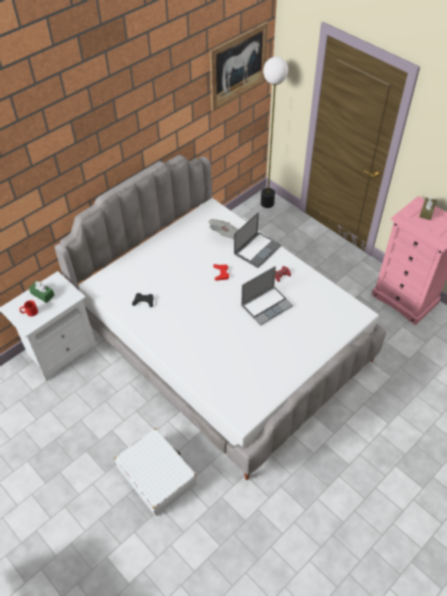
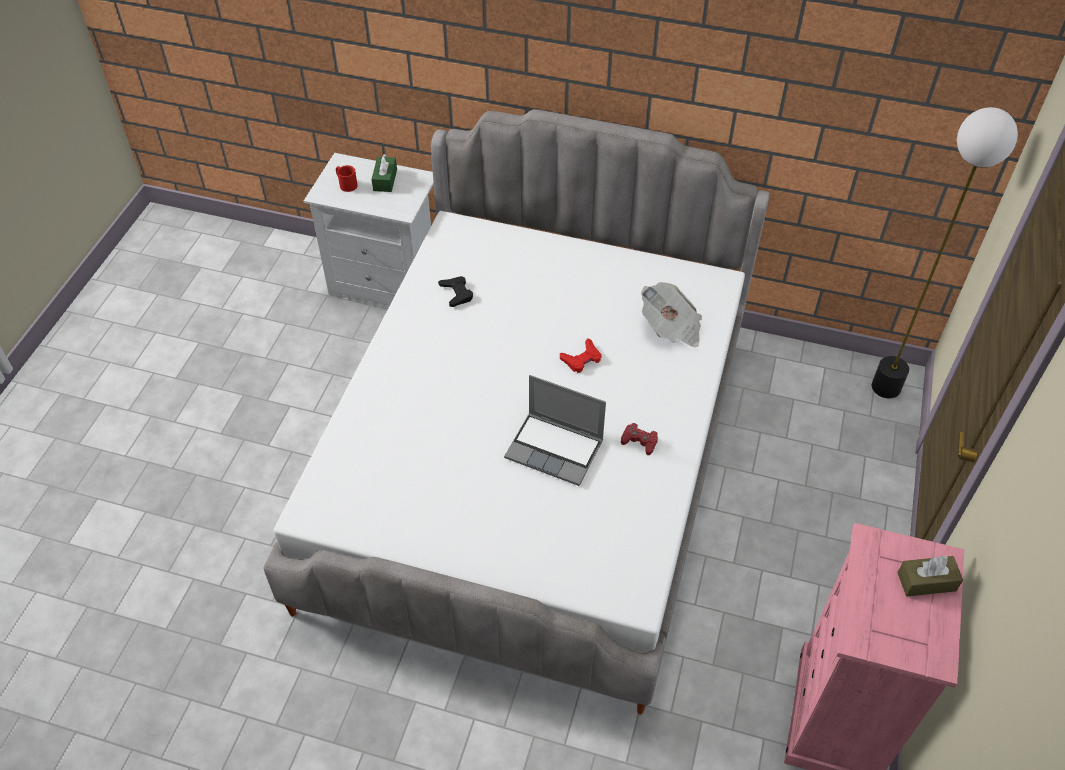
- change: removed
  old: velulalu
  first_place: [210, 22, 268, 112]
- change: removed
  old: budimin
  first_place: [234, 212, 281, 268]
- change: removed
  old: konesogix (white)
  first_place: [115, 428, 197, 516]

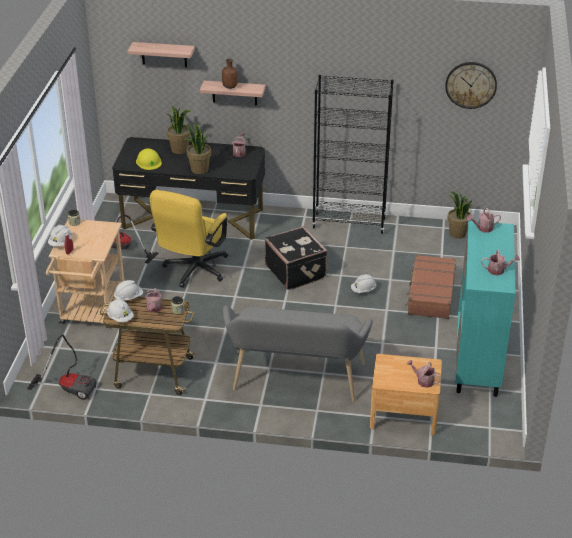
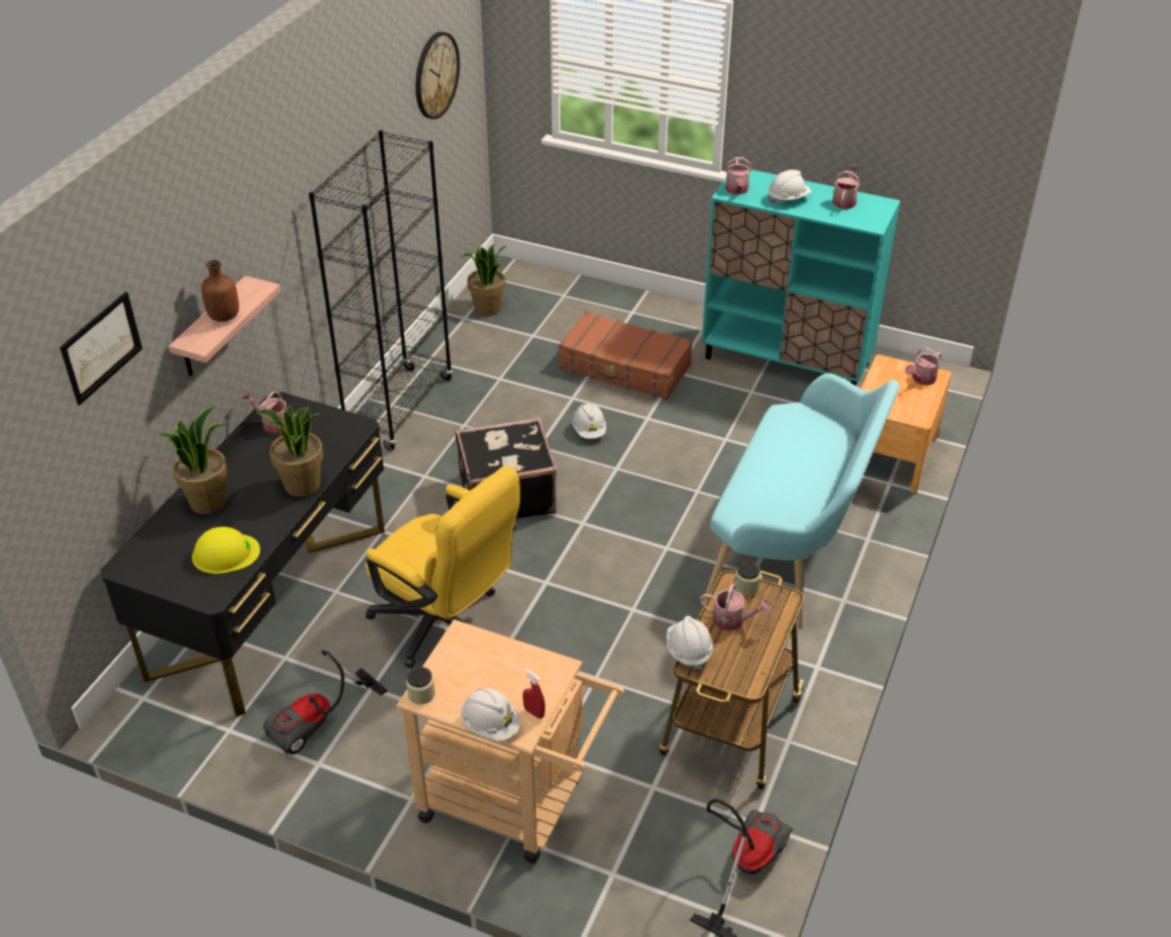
- change: replaced
  old: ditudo
  new: velulalu
  first_place: [128, 42, 195, 67]
  second_place: [60, 292, 142, 405]
- change: moved
  old: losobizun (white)
  first_place: [107, 299, 134, 323]
  second_place: [768, 170, 811, 204]
- change: recoloured
  old: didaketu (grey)
  new: didaketu (turquoise)
  first_place: [223, 305, 373, 402]
  second_place: [703, 373, 899, 627]

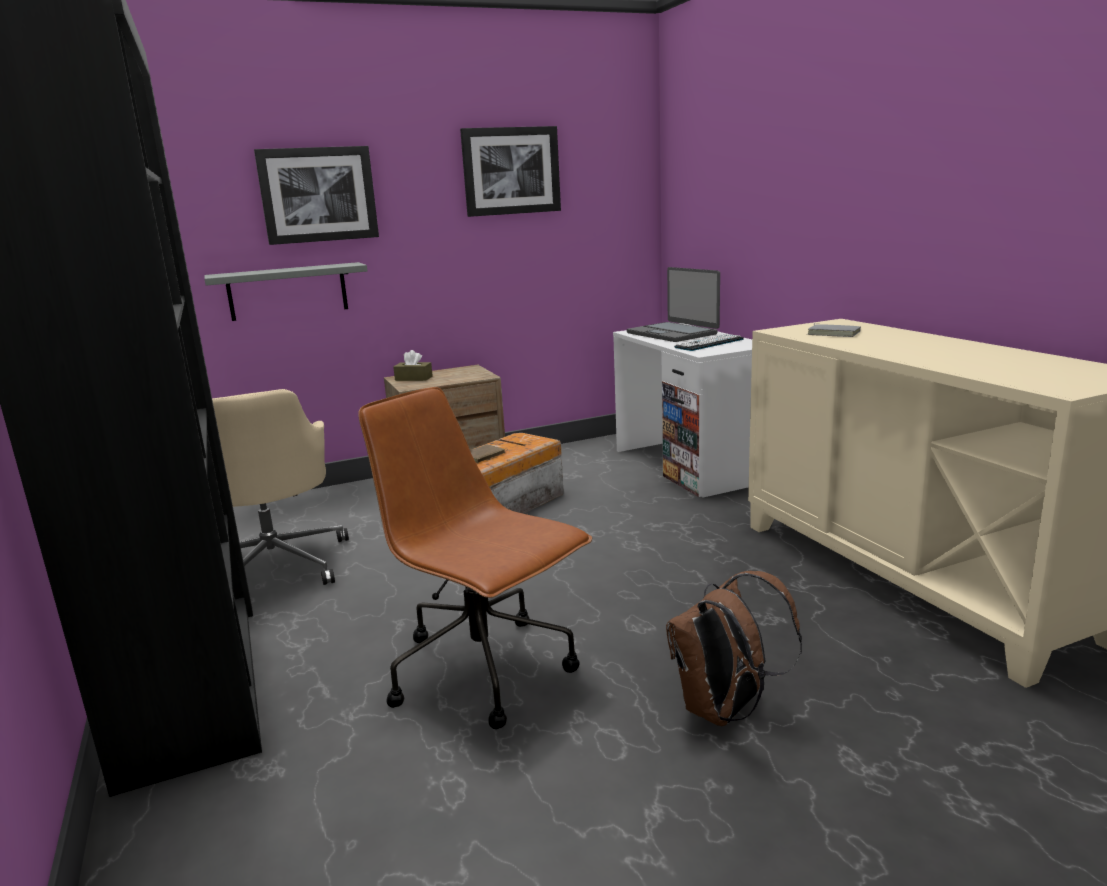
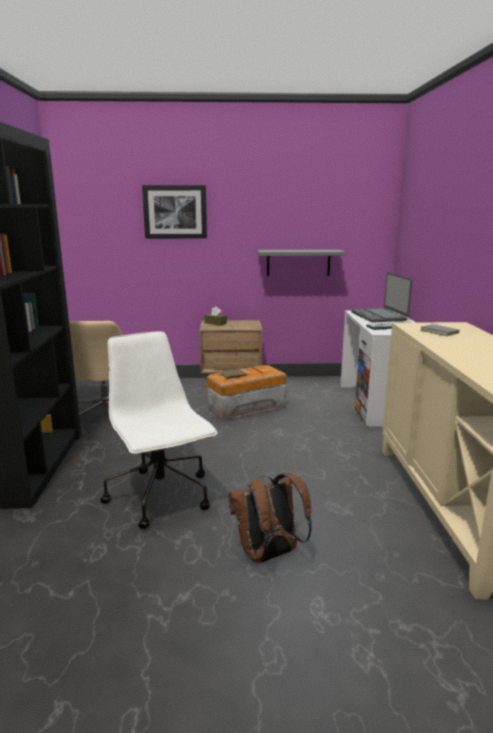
- change: removed
  old: velulalu
  first_place: [460, 126, 561, 217]
- change: moved
  old: ditudo (grey)
  first_place: [204, 262, 367, 321]
  second_place: [257, 250, 346, 276]
- change: recoloured
  old: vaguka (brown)
  new: vaguka (white)
  first_place: [358, 387, 592, 729]
  second_place: [100, 332, 218, 529]

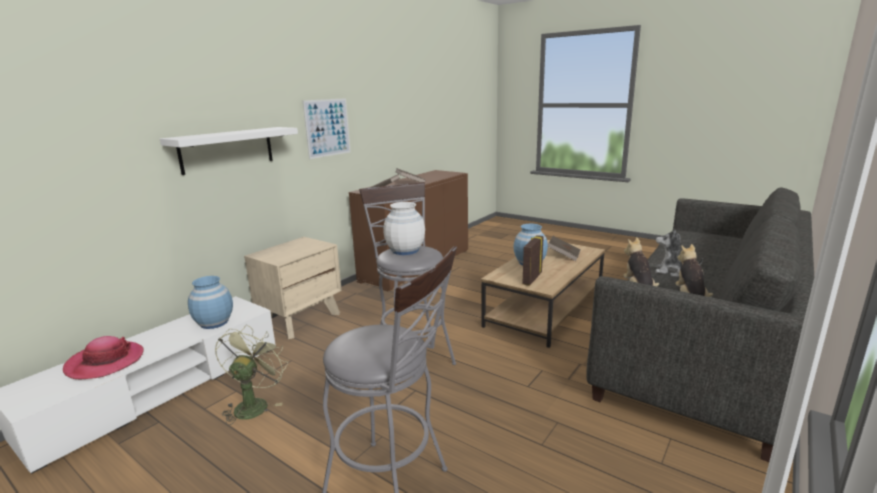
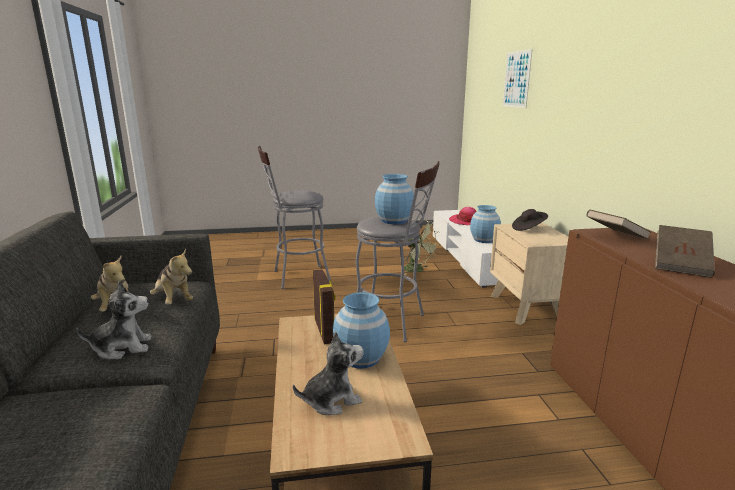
- change: moved
  old: velulalu
  first_place: [303, 98, 351, 159]
  second_place: [503, 49, 533, 108]
- change: removed
  old: ditudo (white)
  first_place: [160, 127, 298, 175]
- change: recoloured
  old: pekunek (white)
  new: pekunek (blue)
  first_place: [383, 202, 425, 255]
  second_place: [375, 174, 414, 224]
- change: replaced
  old: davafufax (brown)
  new: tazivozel
  first_place: [548, 236, 580, 261]
  second_place: [293, 331, 364, 415]
- change: added
  new: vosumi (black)
  second_place: [512, 209, 548, 231]

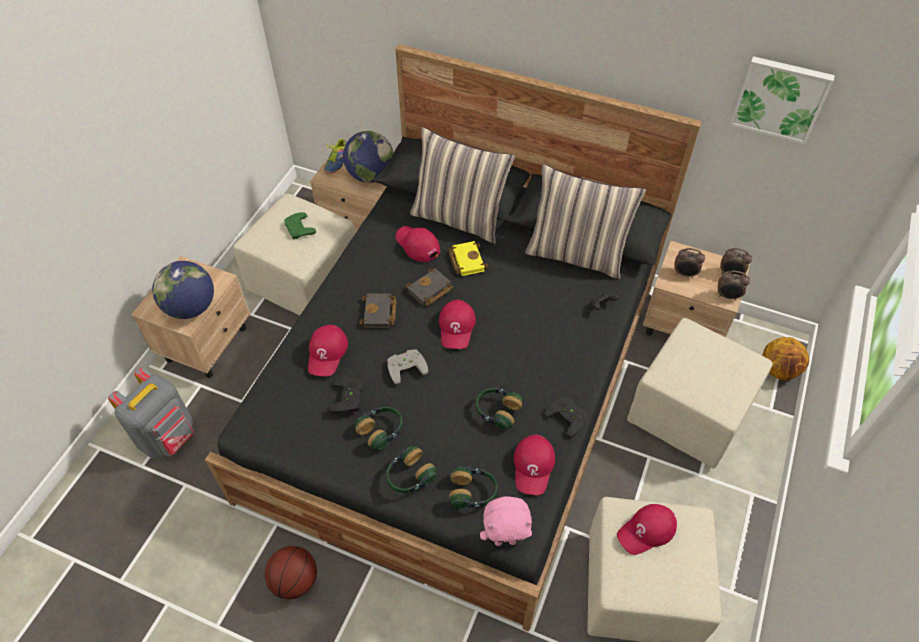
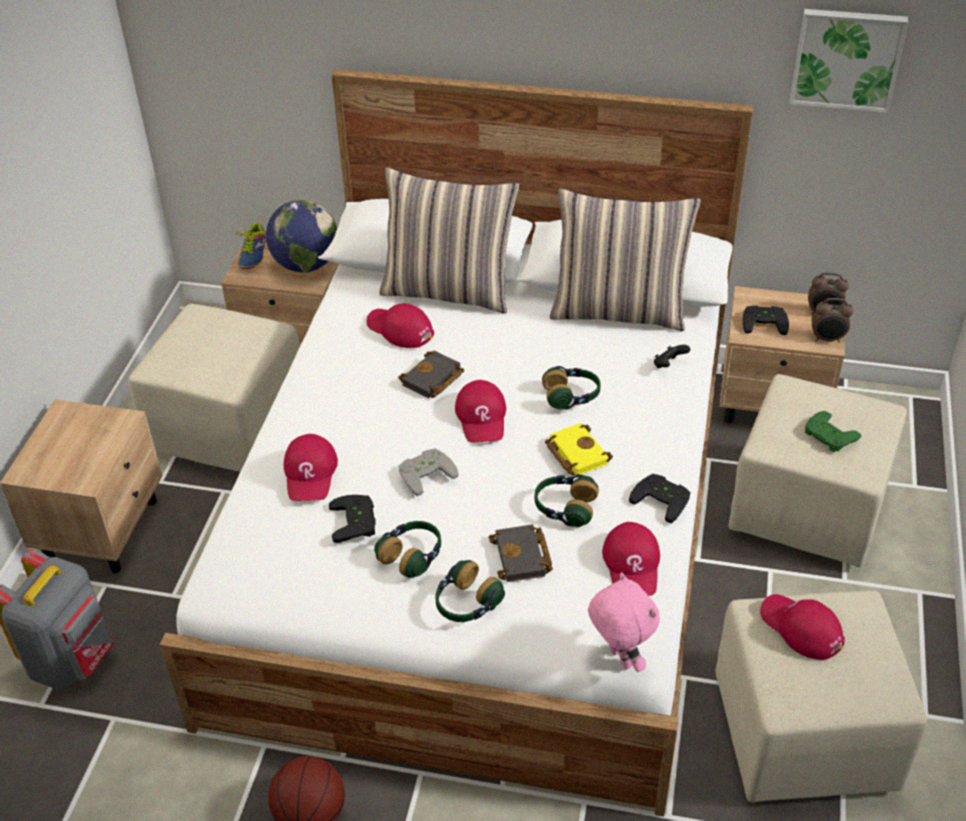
- change: recoloured
  old: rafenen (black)
  new: rafenen (white)
  first_place: [205, 44, 702, 632]
  second_place: [160, 69, 753, 817]
- change: moved
  old: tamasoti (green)
  first_place: [284, 212, 316, 239]
  second_place: [805, 411, 861, 452]
- change: moved
  old: davafufax (yellow)
  first_place: [448, 241, 488, 276]
  second_place: [545, 423, 613, 476]
- change: replaced
  old: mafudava
  new: tamasoti (black)
  first_place: [674, 248, 705, 278]
  second_place: [743, 305, 789, 335]
- change: removed
  old: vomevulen
  first_place: [152, 261, 214, 319]
- change: moved
  old: davafufax (black)
  first_place: [359, 293, 397, 328]
  second_place: [489, 525, 553, 582]
- change: removed
  old: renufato
  first_place: [762, 337, 809, 380]
- change: moved
  old: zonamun
  first_place: [449, 466, 498, 509]
  second_place: [542, 366, 601, 410]
- change: turned
  old: tazivozel (pink)
  first_place: [480, 496, 532, 546]
  second_place: [588, 572, 660, 672]
  degrees: -105
- change: turned
  old: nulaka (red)
  first_place: [617, 504, 677, 555]
  second_place: [760, 594, 845, 660]
  degrees: 90

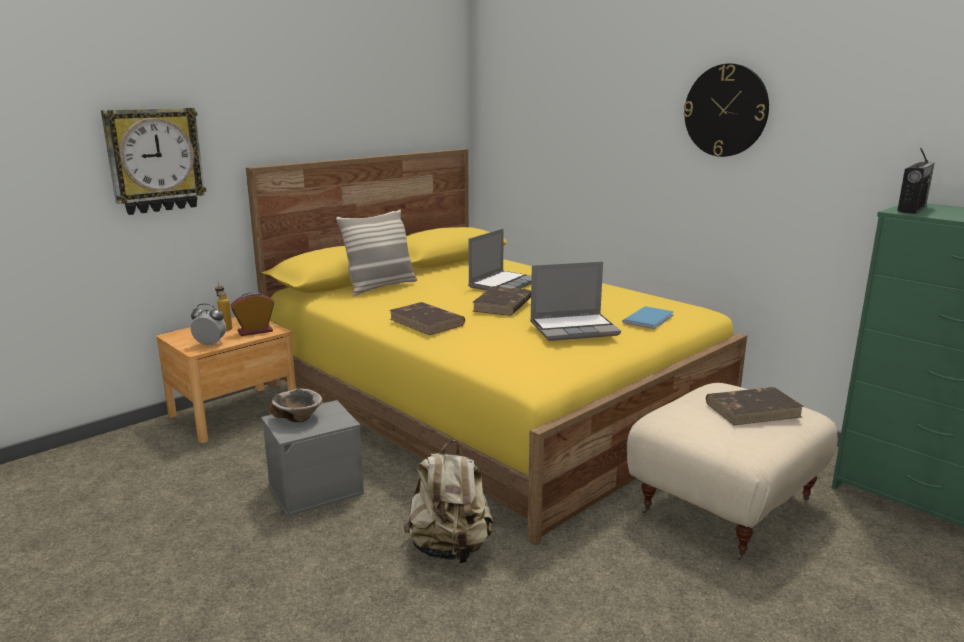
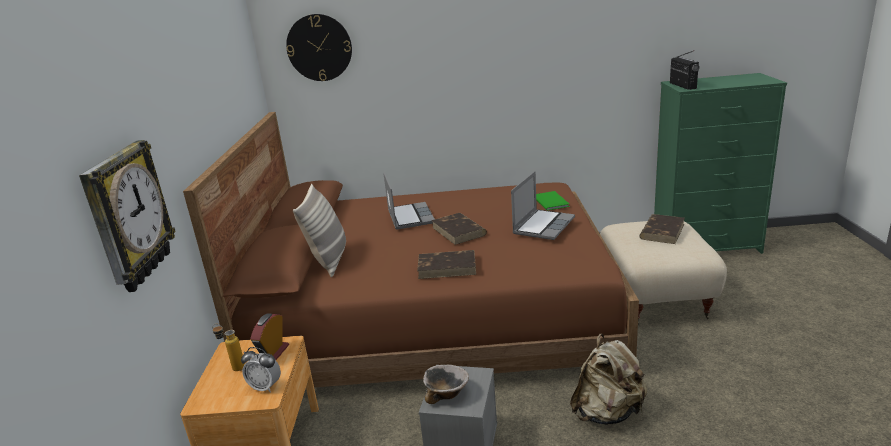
- change: moved
  old: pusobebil
  first_place: [683, 63, 769, 157]
  second_place: [286, 14, 352, 81]
- change: recoloured
  old: rafenen (yellow)
  new: rafenen (brown)
  first_place: [246, 149, 747, 546]
  second_place: [183, 112, 639, 388]
- change: turned
  old: mafudava
  first_place: [191, 304, 226, 346]
  second_place: [241, 347, 281, 393]
  degrees: -120
- change: recoloured
  old: davafufax (blue)
  new: davafufax (green)
  first_place: [622, 306, 674, 329]
  second_place: [536, 191, 569, 211]

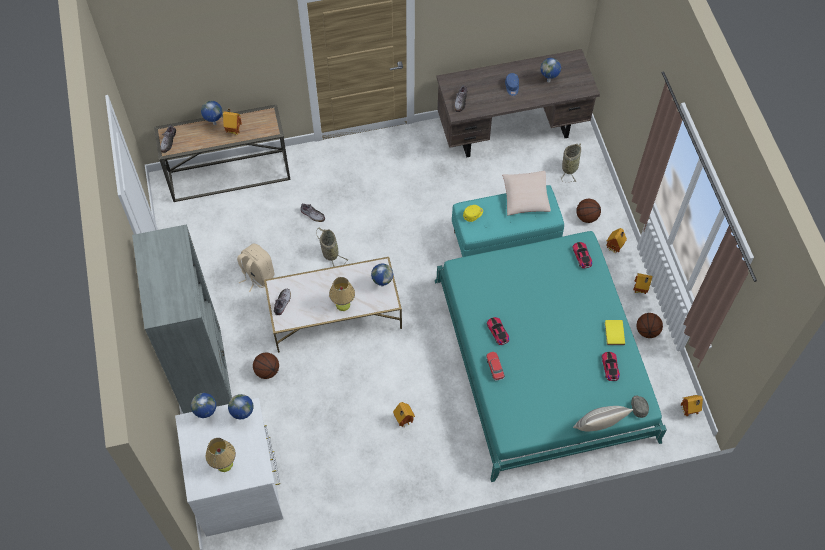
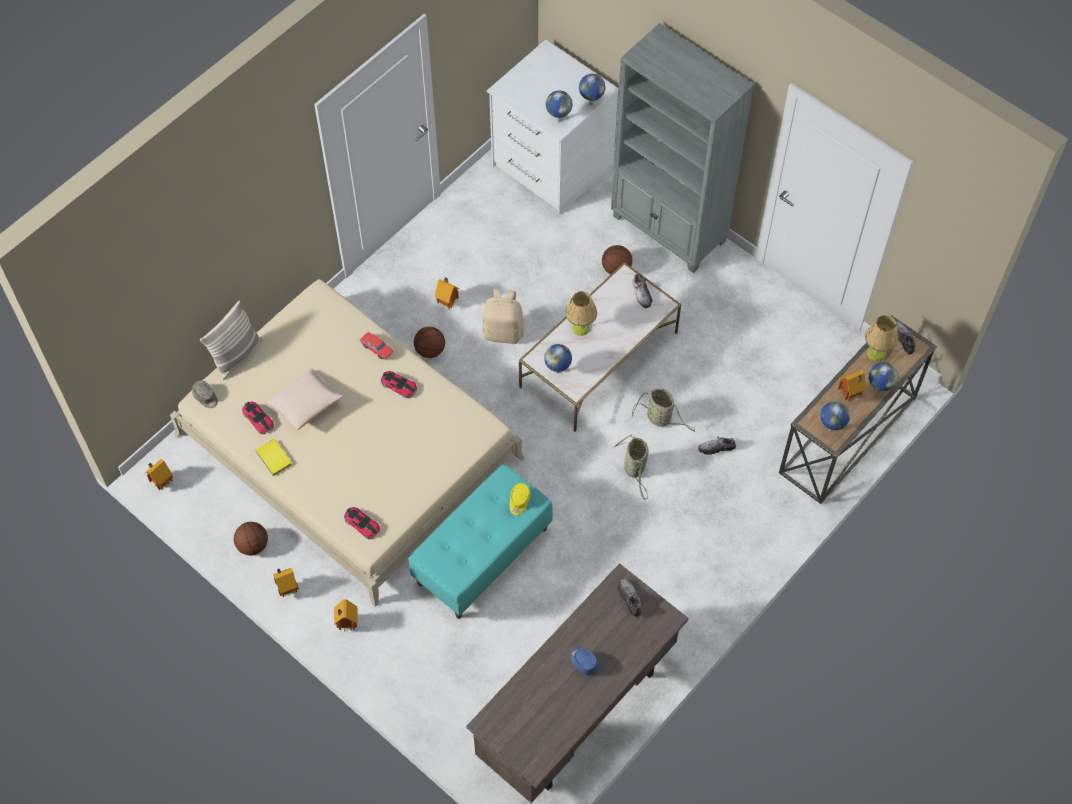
- change: moved
  old: vomevulen
  first_place: [540, 58, 561, 82]
  second_place: [820, 401, 850, 431]
- change: moved
  old: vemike
  first_place: [561, 144, 581, 182]
  second_place: [613, 434, 649, 500]
- change: moved
  old: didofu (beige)
  first_place: [502, 171, 551, 215]
  second_place: [266, 368, 343, 430]
- change: moved
  old: renufato
  first_place: [576, 199, 601, 223]
  second_place: [414, 327, 445, 358]
- change: recoloured
  old: rafenen (turquoise)
  new: rafenen (beige)
  first_place: [435, 231, 667, 482]
  second_place: [170, 279, 525, 607]
- change: moved
  old: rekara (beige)
  first_place: [237, 243, 274, 292]
  second_place: [482, 289, 524, 344]
- change: moved
  old: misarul
  first_place: [206, 438, 236, 472]
  second_place: [865, 315, 898, 361]

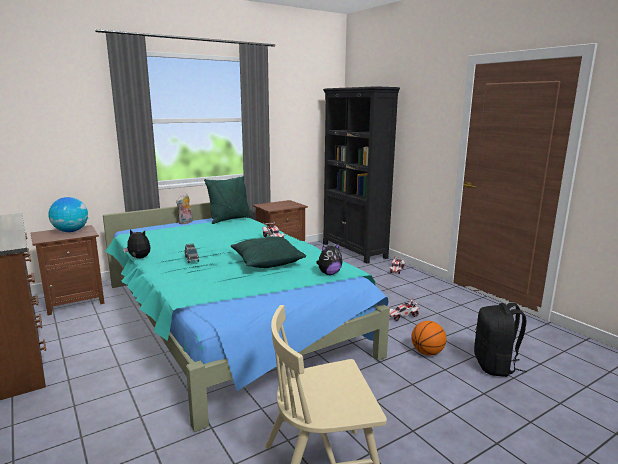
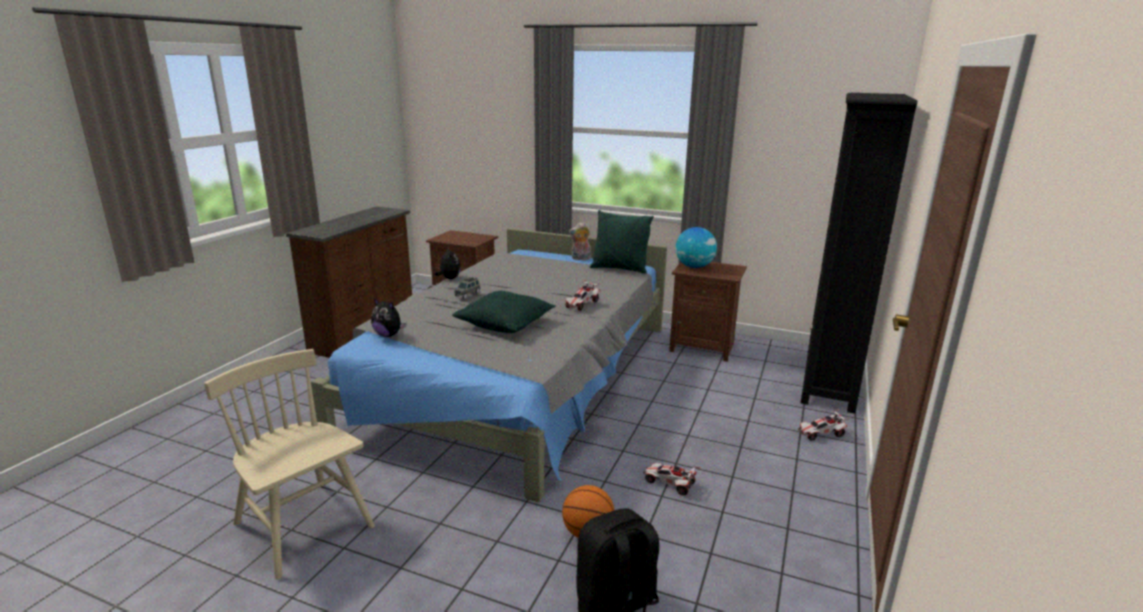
- change: moved
  old: vomevulen
  first_place: [48, 197, 88, 232]
  second_place: [675, 227, 717, 268]
- change: recoloured
  old: rafenen (turquoise)
  new: rafenen (grey)
  first_place: [103, 202, 390, 432]
  second_place: [311, 228, 667, 502]
- change: moved
  old: tazivozel
  first_place: [316, 243, 342, 275]
  second_place: [371, 298, 406, 337]

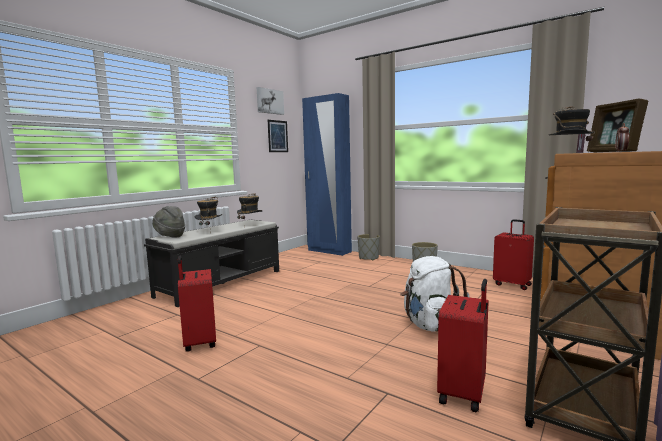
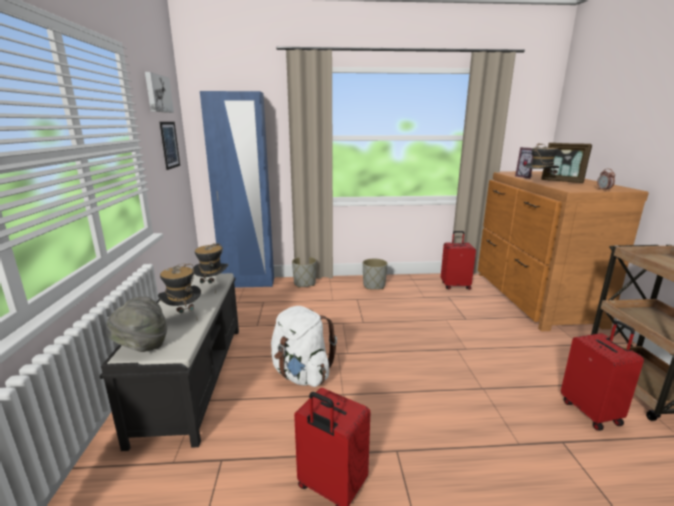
- change: moved
  old: rekara (white)
  first_place: [400, 256, 469, 332]
  second_place: [271, 306, 337, 387]

